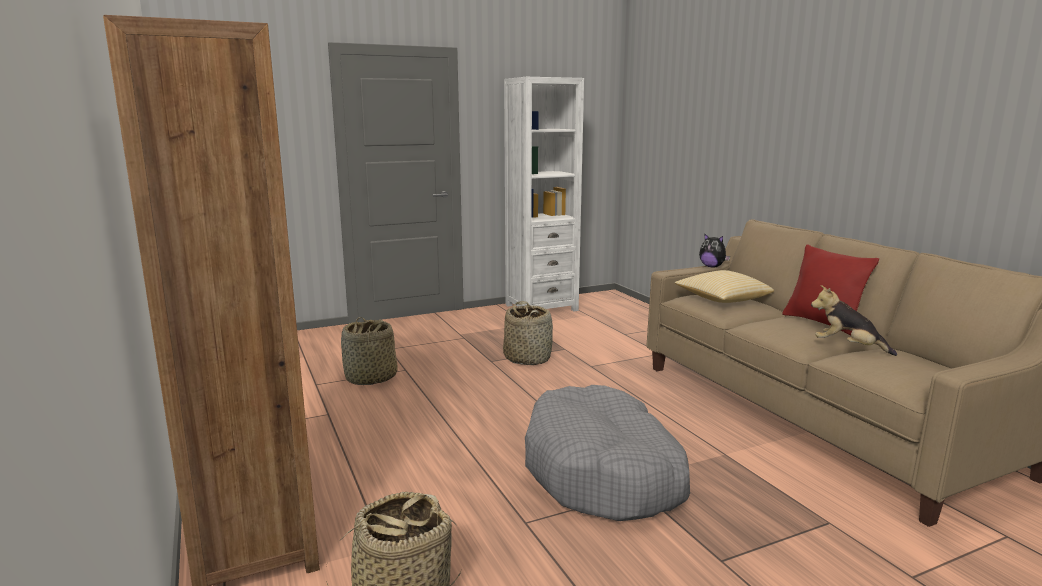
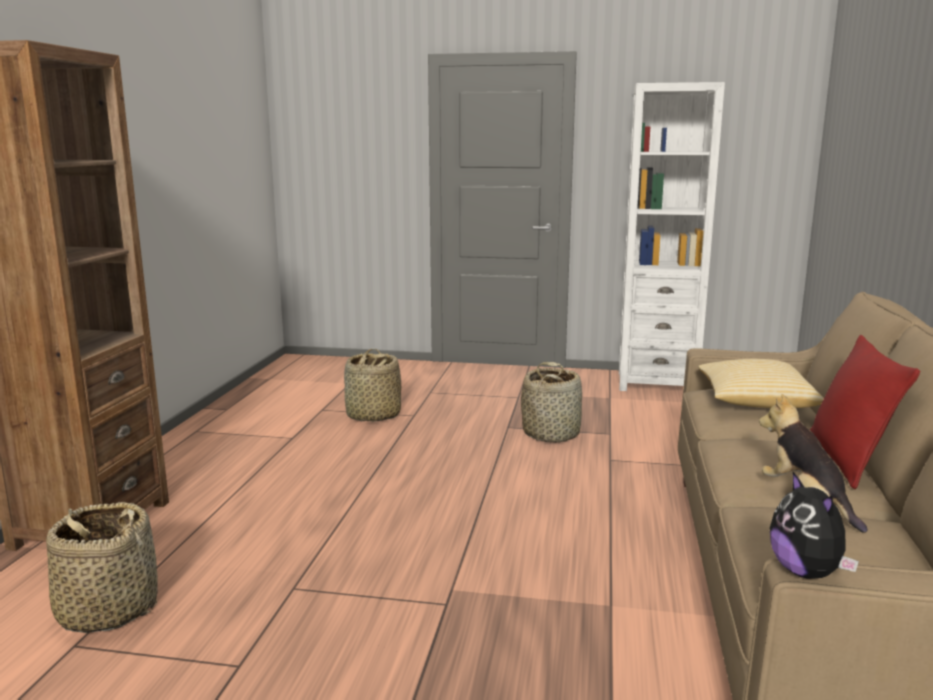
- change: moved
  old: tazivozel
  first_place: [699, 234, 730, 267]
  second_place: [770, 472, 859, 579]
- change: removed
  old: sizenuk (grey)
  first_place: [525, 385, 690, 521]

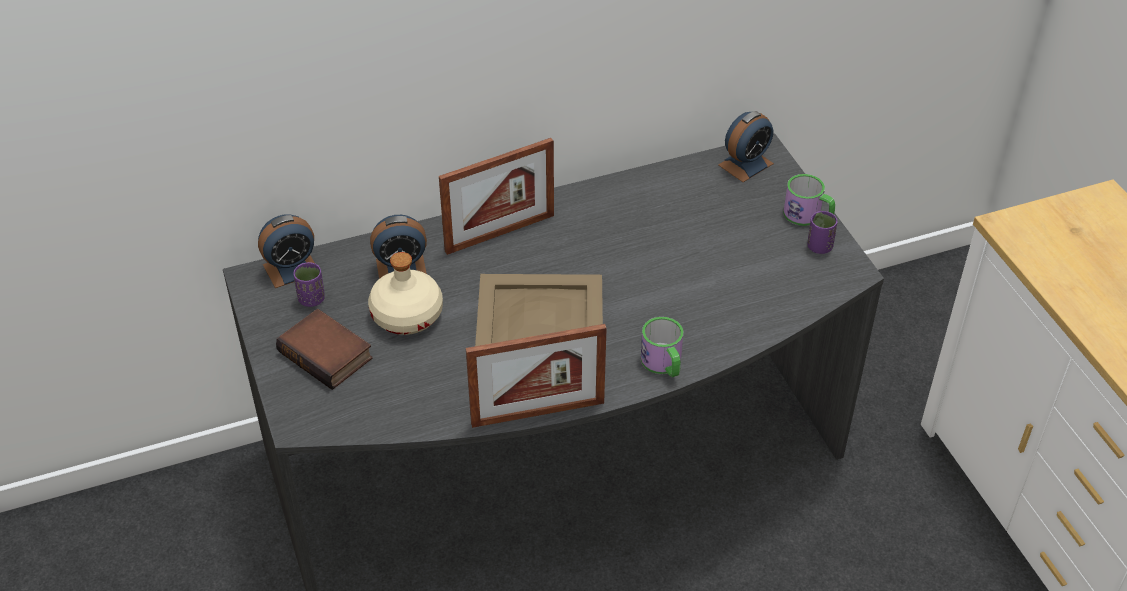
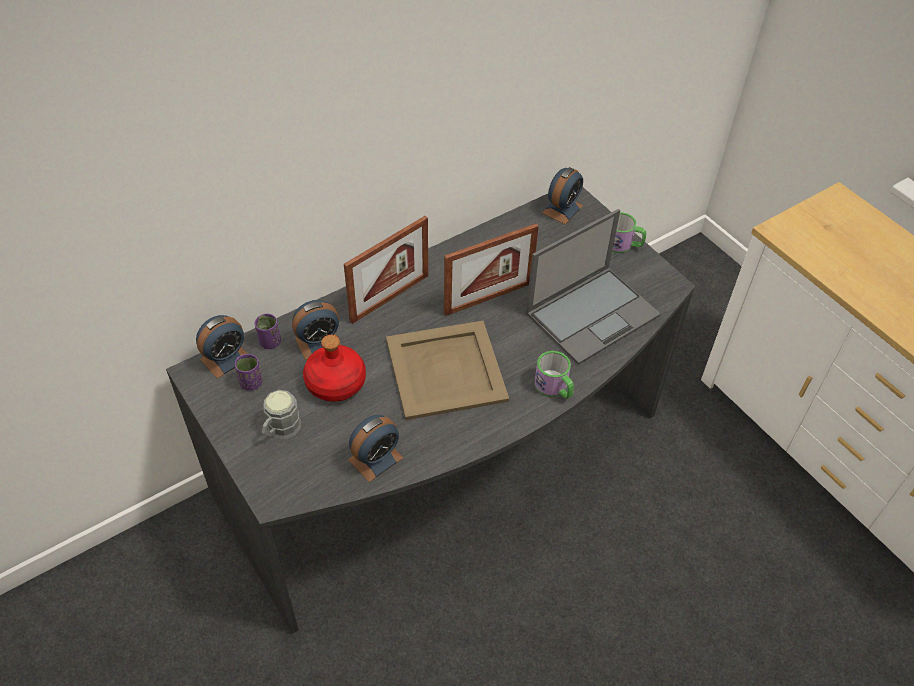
- change: moved
  old: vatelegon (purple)
  first_place: [807, 211, 838, 254]
  second_place: [254, 314, 281, 349]
- change: recoloured
  old: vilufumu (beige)
  new: vilufumu (red)
  first_place: [368, 252, 443, 335]
  second_place: [303, 335, 366, 402]
- change: replaced
  old: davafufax
  new: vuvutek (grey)
  first_place: [276, 309, 373, 390]
  second_place: [262, 390, 301, 439]
- change: moved
  old: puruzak
  first_place: [466, 324, 607, 428]
  second_place: [444, 223, 539, 316]
- change: added
  new: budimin
  second_place: [526, 209, 661, 365]
- change: added
  new: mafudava
  second_place: [348, 415, 403, 482]

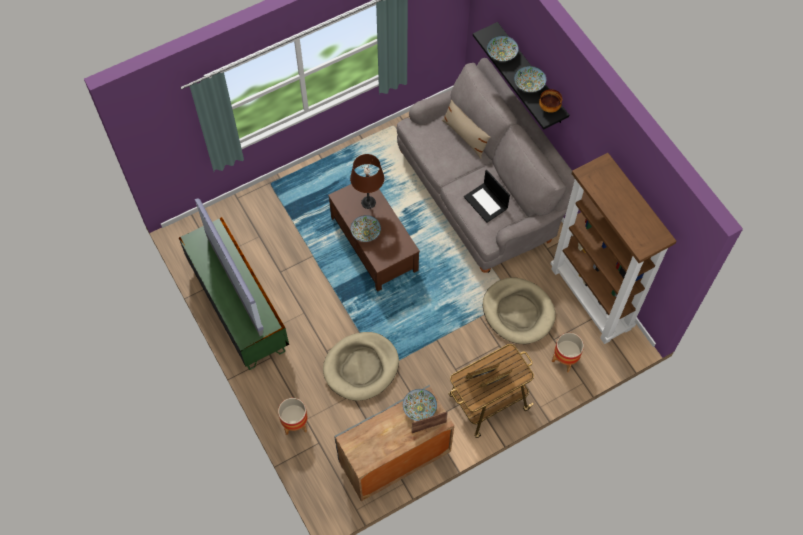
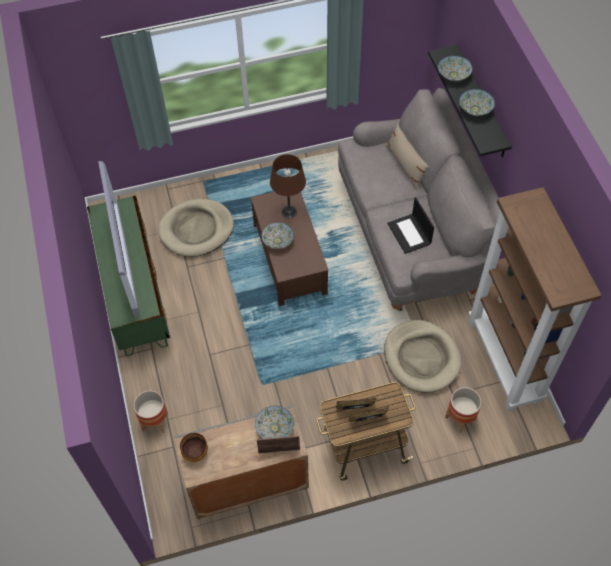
- change: moved
  old: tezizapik
  first_place: [539, 89, 562, 113]
  second_place: [180, 433, 208, 462]
- change: moved
  old: sizenuk (beige)
  first_place: [323, 332, 399, 401]
  second_place: [158, 199, 234, 257]

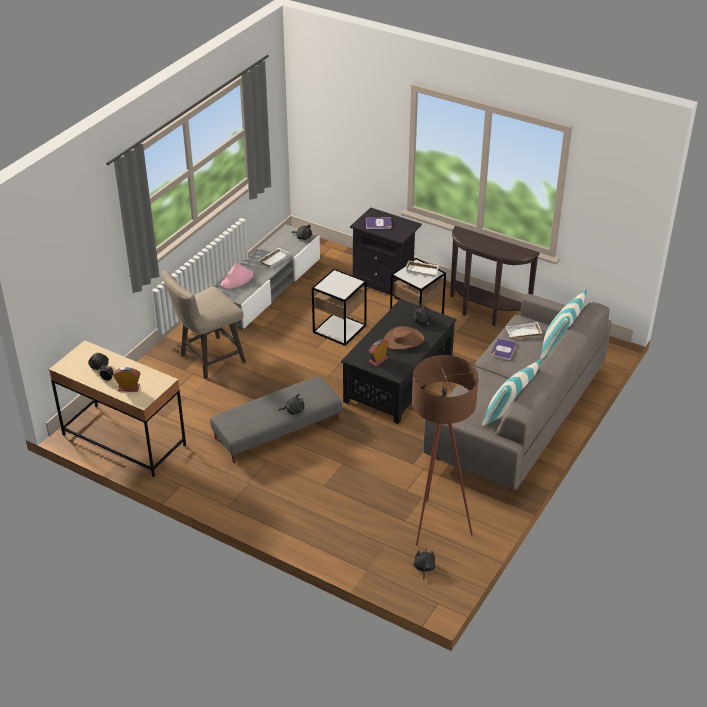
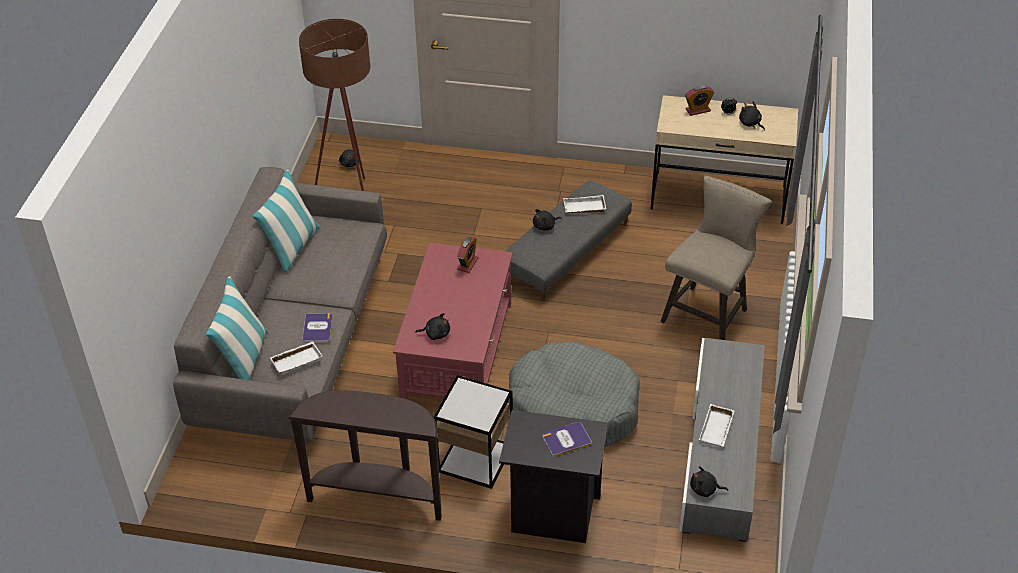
- change: moved
  old: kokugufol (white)
  first_place: [405, 260, 439, 277]
  second_place: [563, 195, 606, 213]
- change: removed
  old: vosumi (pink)
  first_place: [221, 262, 253, 289]
- change: replaced
  old: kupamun
  new: sizenuk (grey)
  first_place: [312, 269, 367, 346]
  second_place: [507, 342, 640, 447]
- change: recoloured
  old: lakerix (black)
  new: lakerix (red)
  first_place: [341, 299, 457, 424]
  second_place: [393, 243, 513, 399]
- change: removed
  old: vosumi (brown)
  first_place: [384, 326, 425, 350]

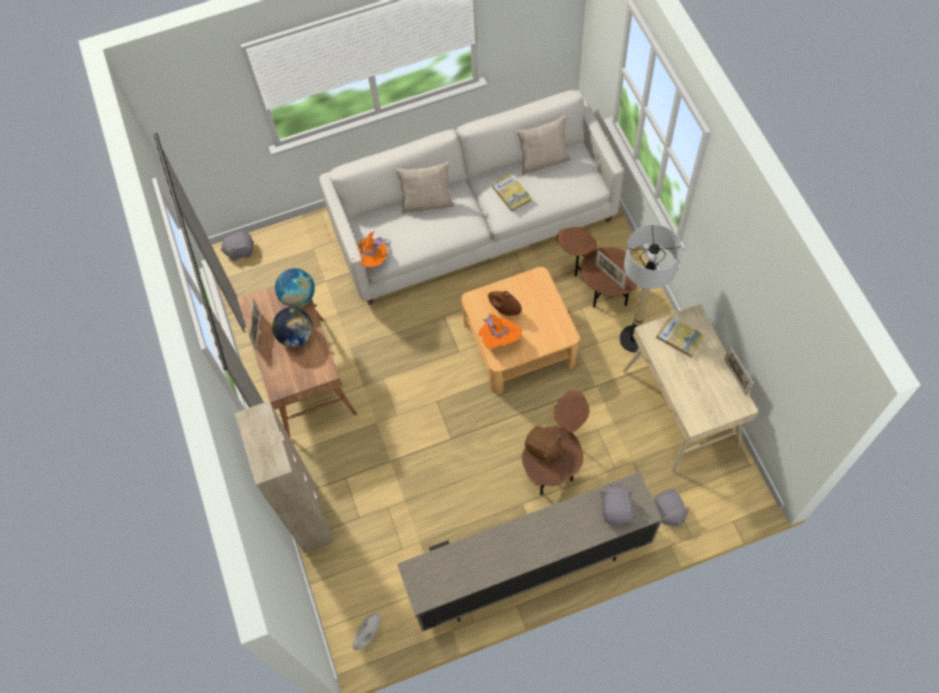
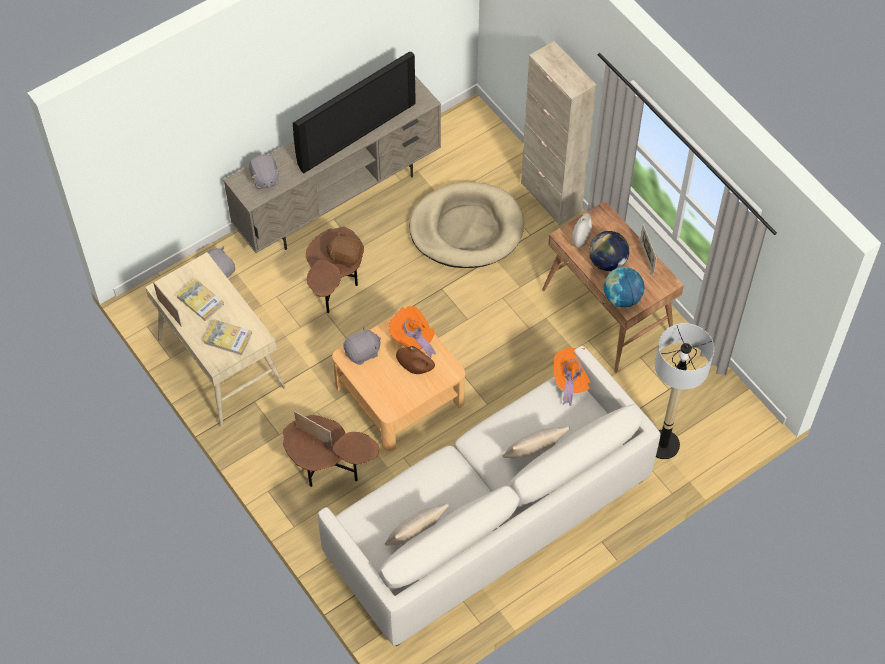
- change: moved
  old: davafufax
  first_place: [492, 173, 532, 212]
  second_place: [177, 279, 224, 321]
- change: moved
  old: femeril
  first_place: [620, 224, 682, 352]
  second_place: [655, 323, 714, 459]
- change: moved
  old: tazivozel (grey)
  first_place: [221, 231, 254, 261]
  second_place: [343, 326, 381, 365]
- change: moved
  old: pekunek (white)
  first_place: [353, 613, 380, 650]
  second_place: [572, 213, 592, 248]
- change: added
  new: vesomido
  second_place: [293, 52, 416, 174]
- change: added
  new: sizenuk (beige)
  second_place: [409, 182, 525, 268]

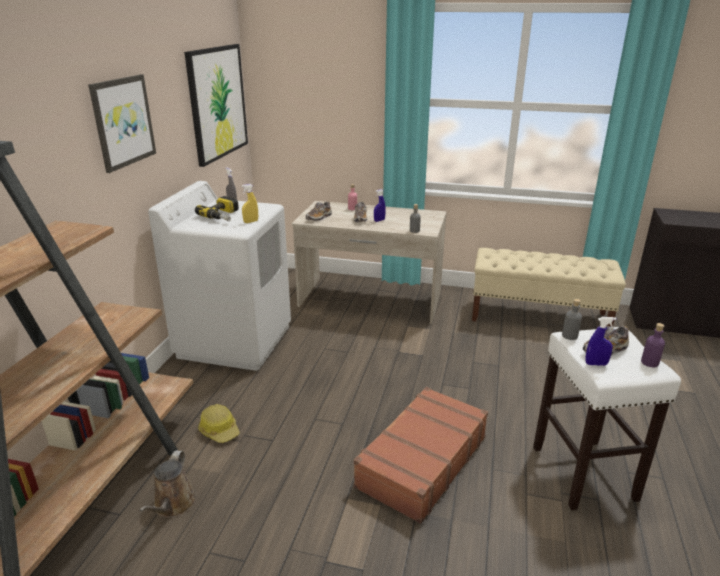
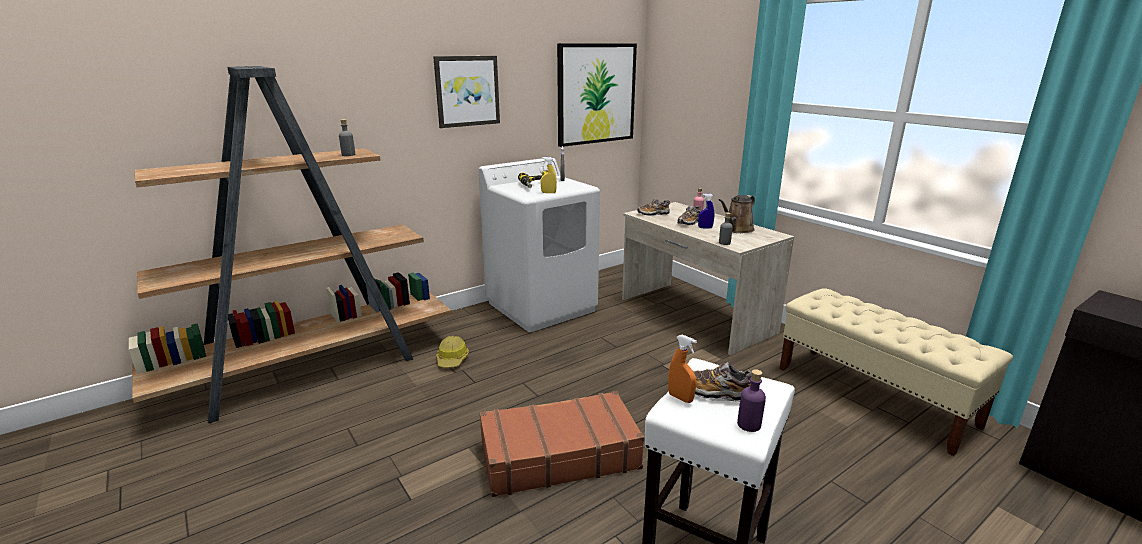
- change: moved
  old: vilufumu (grey)
  first_place: [562, 299, 582, 340]
  second_place: [339, 119, 355, 156]
- change: recoloured
  old: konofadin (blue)
  new: konofadin (orange)
  first_place: [585, 317, 617, 366]
  second_place: [668, 335, 697, 403]
- change: moved
  old: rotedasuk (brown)
  first_place: [139, 450, 197, 518]
  second_place: [719, 195, 755, 233]

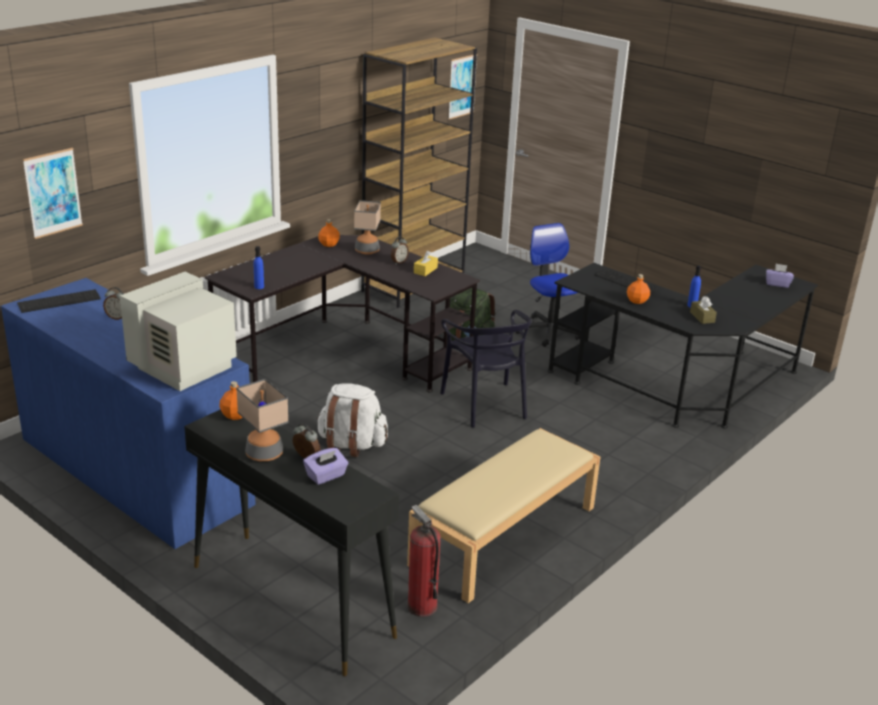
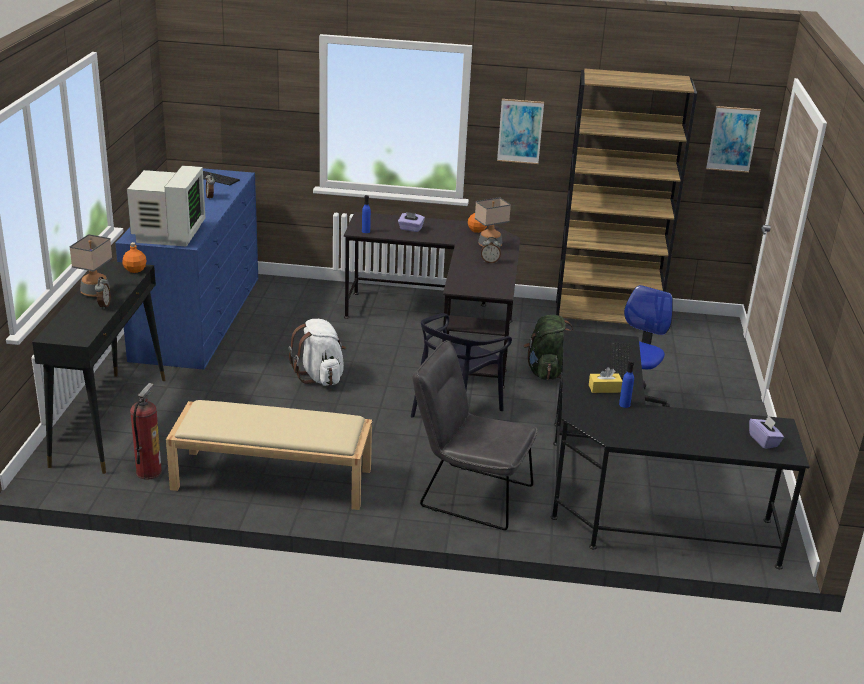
- change: moved
  old: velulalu
  first_place: [23, 148, 83, 239]
  second_place: [497, 99, 544, 164]
- change: moved
  old: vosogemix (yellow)
  first_place: [414, 251, 438, 276]
  second_place: [589, 367, 622, 393]
- change: turned
  old: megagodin
  first_place: [120, 272, 237, 391]
  second_place: [127, 165, 205, 247]
  degrees: 90
- change: removed
  old: vilufumu (orange)
  first_place: [627, 274, 650, 304]
- change: removed
  old: vosogemix (brown)
  first_place: [690, 296, 717, 324]
- change: moved
  old: vosogemix (purple)
  first_place: [303, 448, 348, 485]
  second_place: [398, 212, 425, 232]
- change: added
  new: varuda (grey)
  second_place: [412, 340, 538, 530]

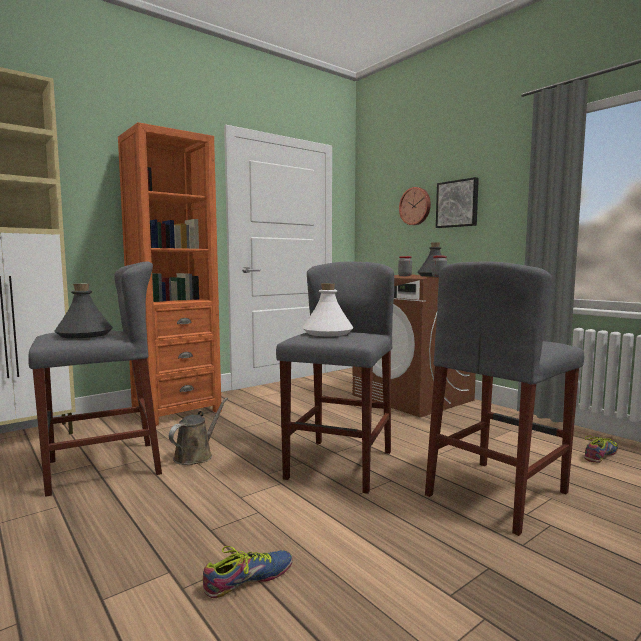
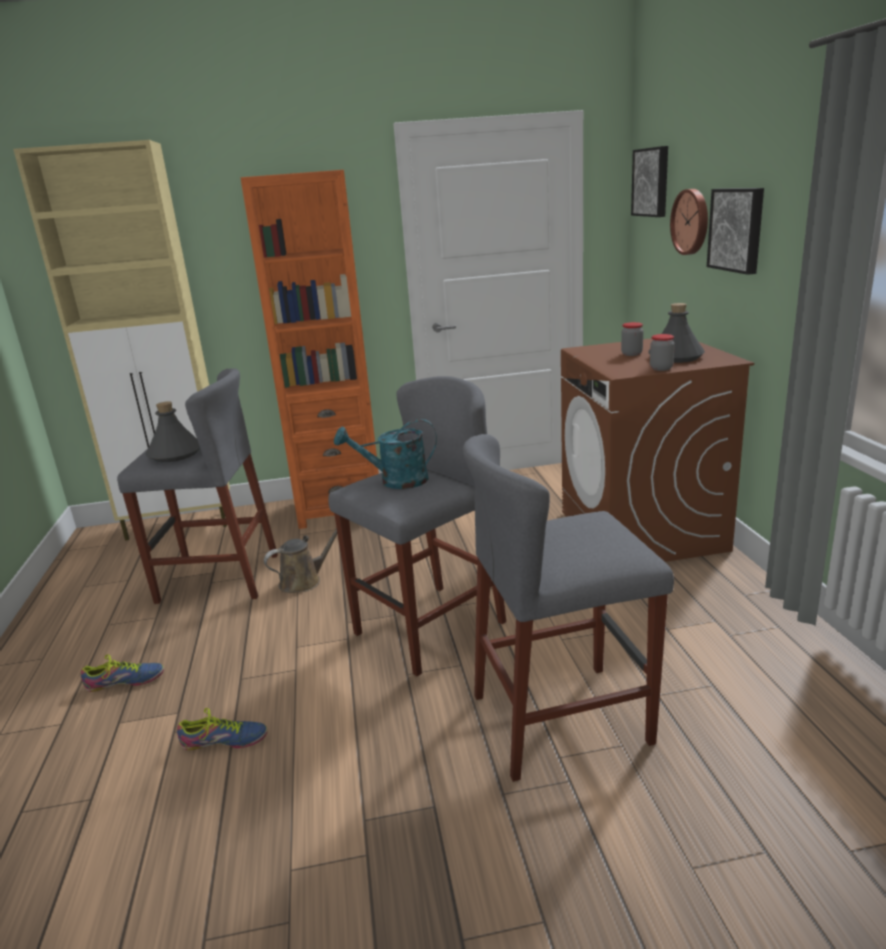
- change: replaced
  old: vilufumu (white)
  new: rotedasuk (turquoise)
  first_place: [302, 283, 354, 336]
  second_place: [334, 419, 437, 489]
- change: moved
  old: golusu
  first_place: [584, 435, 618, 463]
  second_place: [81, 654, 164, 692]
- change: added
  new: velulalu
  second_place: [631, 146, 668, 217]

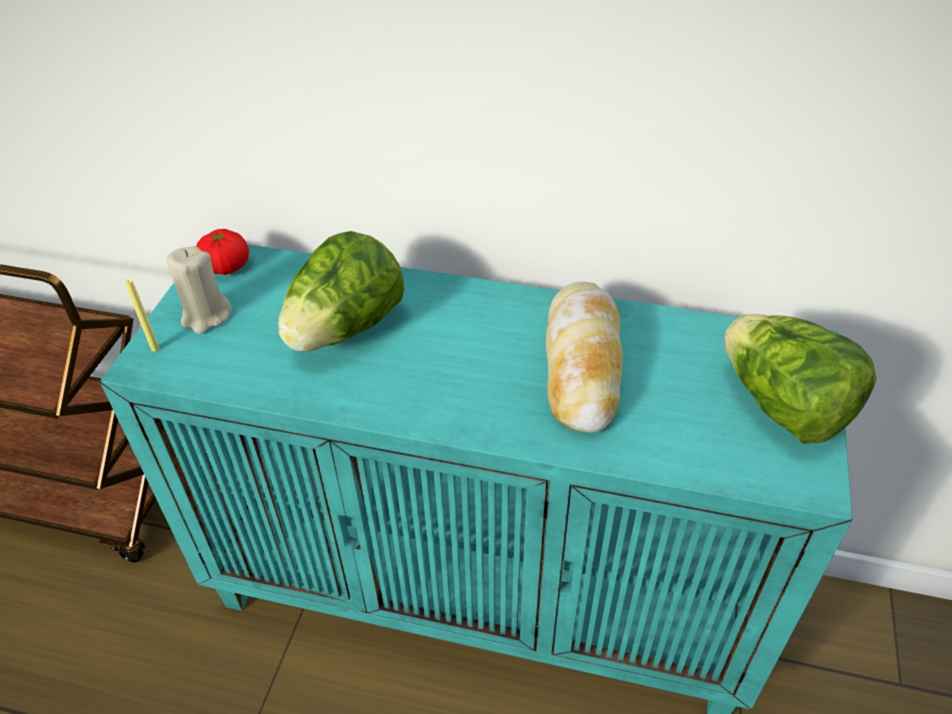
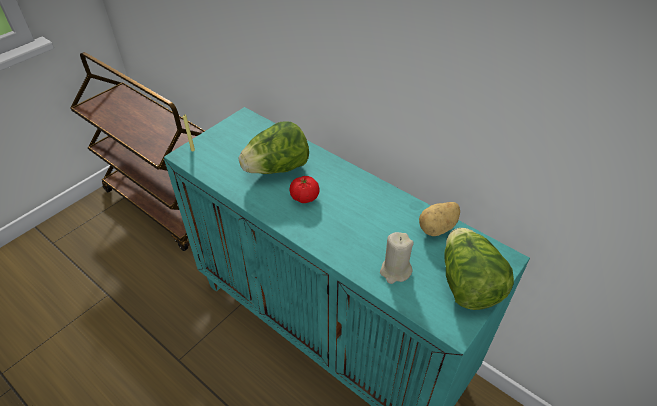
- change: moved
  old: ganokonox
  first_place: [196, 229, 249, 275]
  second_place: [289, 176, 320, 203]
- change: moved
  old: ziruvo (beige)
  first_place: [167, 246, 232, 334]
  second_place: [380, 232, 414, 284]
- change: removed
  old: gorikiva
  first_place: [546, 282, 623, 433]
- change: added
  new: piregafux
  second_place: [419, 202, 460, 236]

